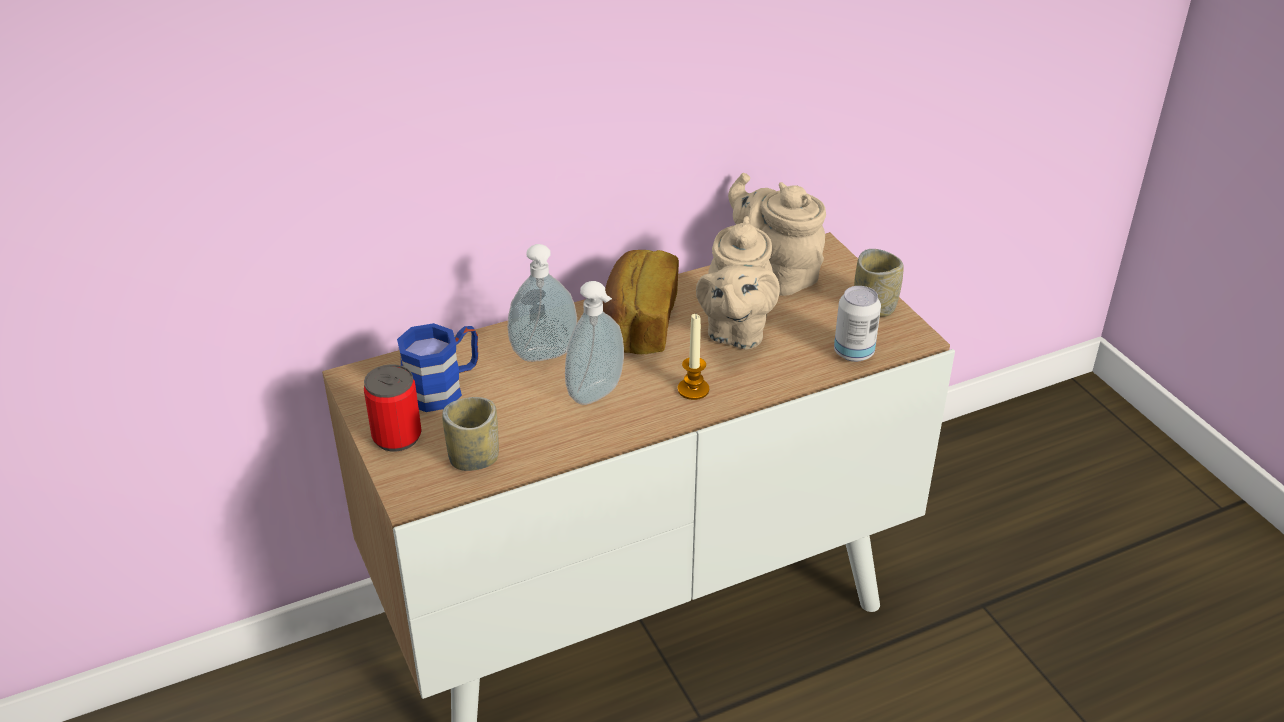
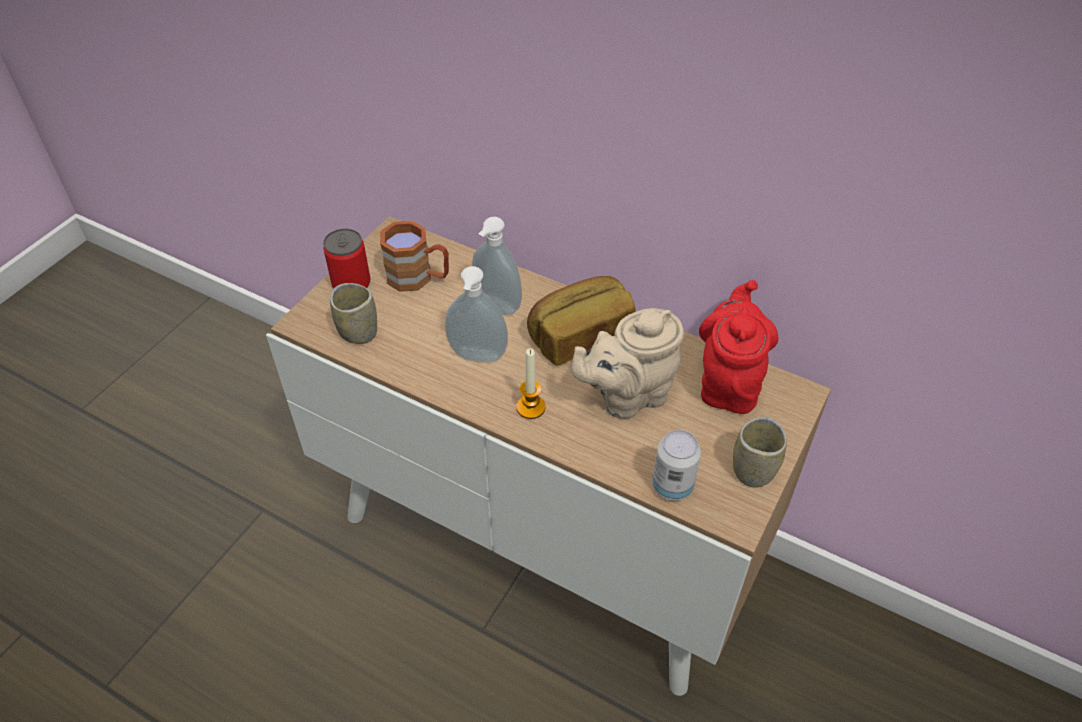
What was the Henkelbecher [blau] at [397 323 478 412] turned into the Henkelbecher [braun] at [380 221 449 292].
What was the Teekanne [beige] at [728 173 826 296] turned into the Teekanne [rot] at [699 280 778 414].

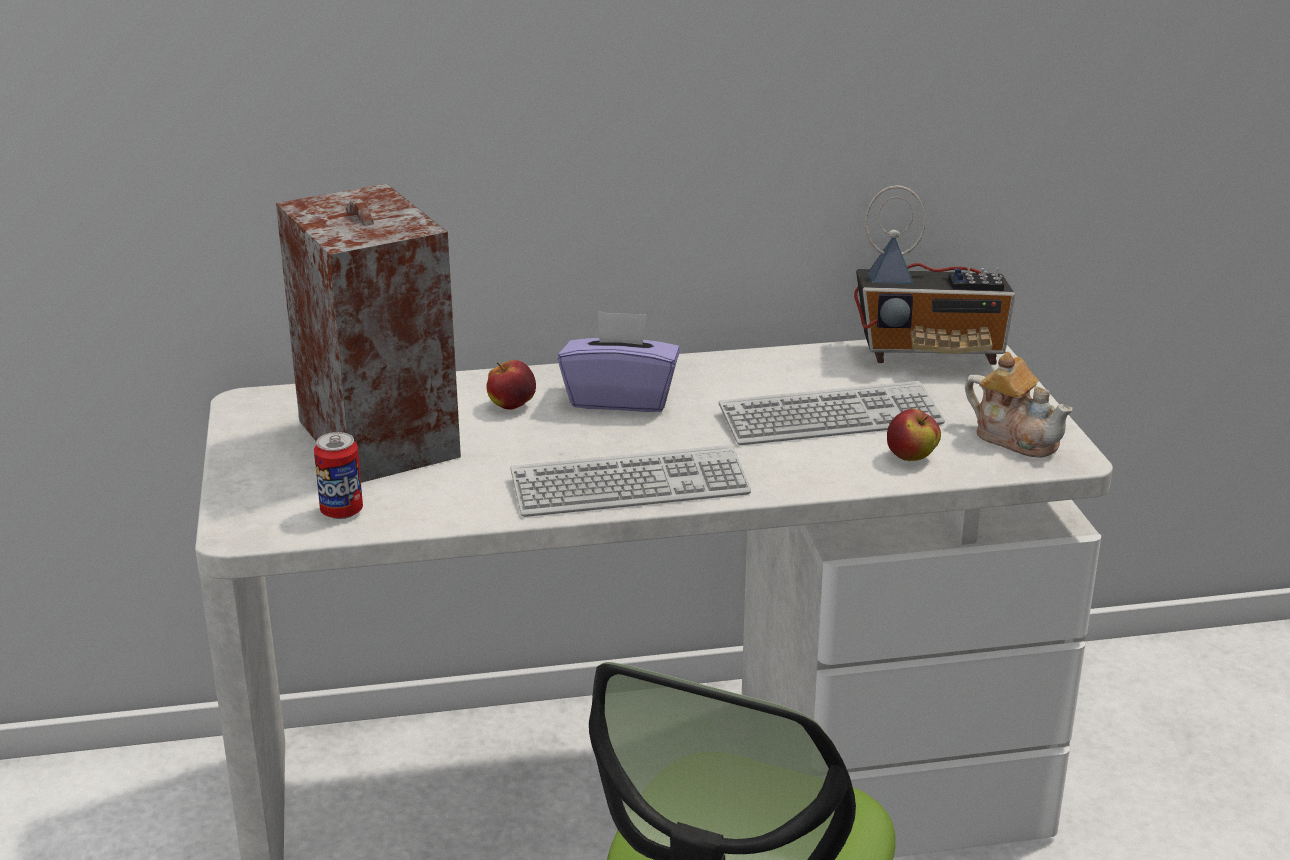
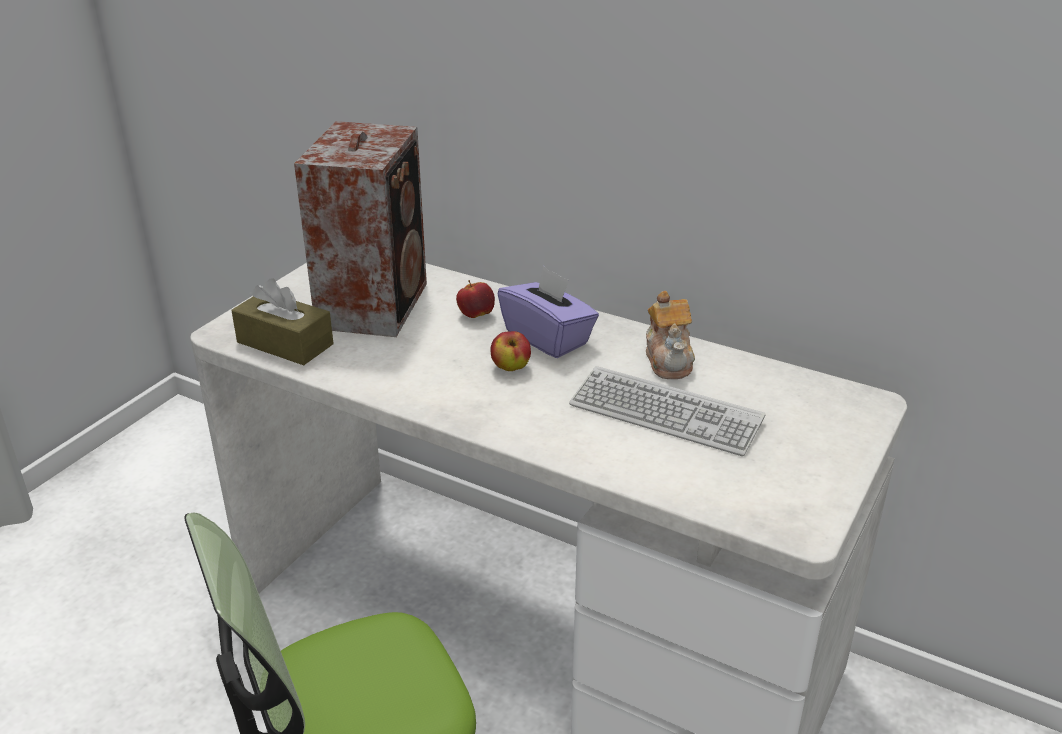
The second view lost the Tastatur at [511 445 751 517].
The second view lost the Radio at [854 185 1015 365].
The Apfel ended up elsewhere, having gone from [887 409 941 461] to [491 331 531 371].
The Teekanne ended up elsewhere, having gone from [965 352 1073 458] to [646 291 695 379].
Where the Dose stood at [314 432 363 519], the Taschentuchbox [braun] came to stand at [231 278 334 365].

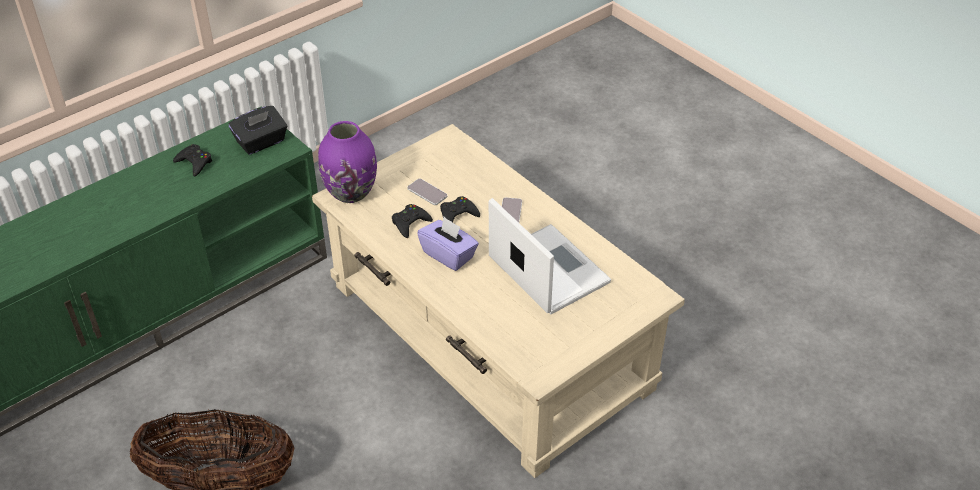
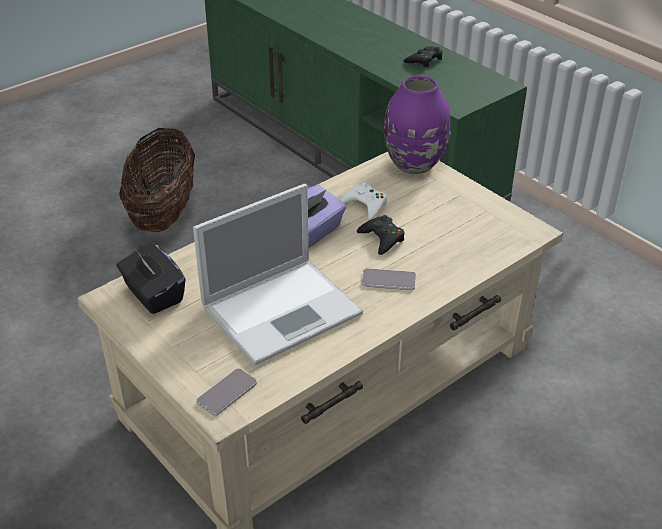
The Taschentuchbox [schwarz] ended up elsewhere, having gone from [229 106 287 155] to [117 242 185 314].
The Handy ended up elsewhere, having gone from [407 179 447 205] to [196 368 257 416].
What was the Gamepad [schwarz] at [392 204 433 238] turned into the Gamepad [weiß] at [340 183 387 220].

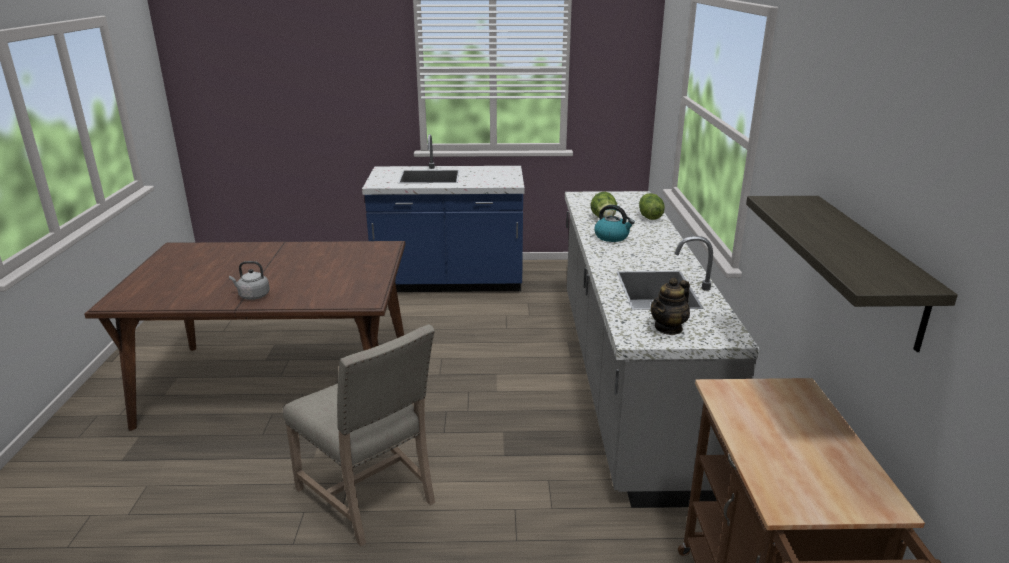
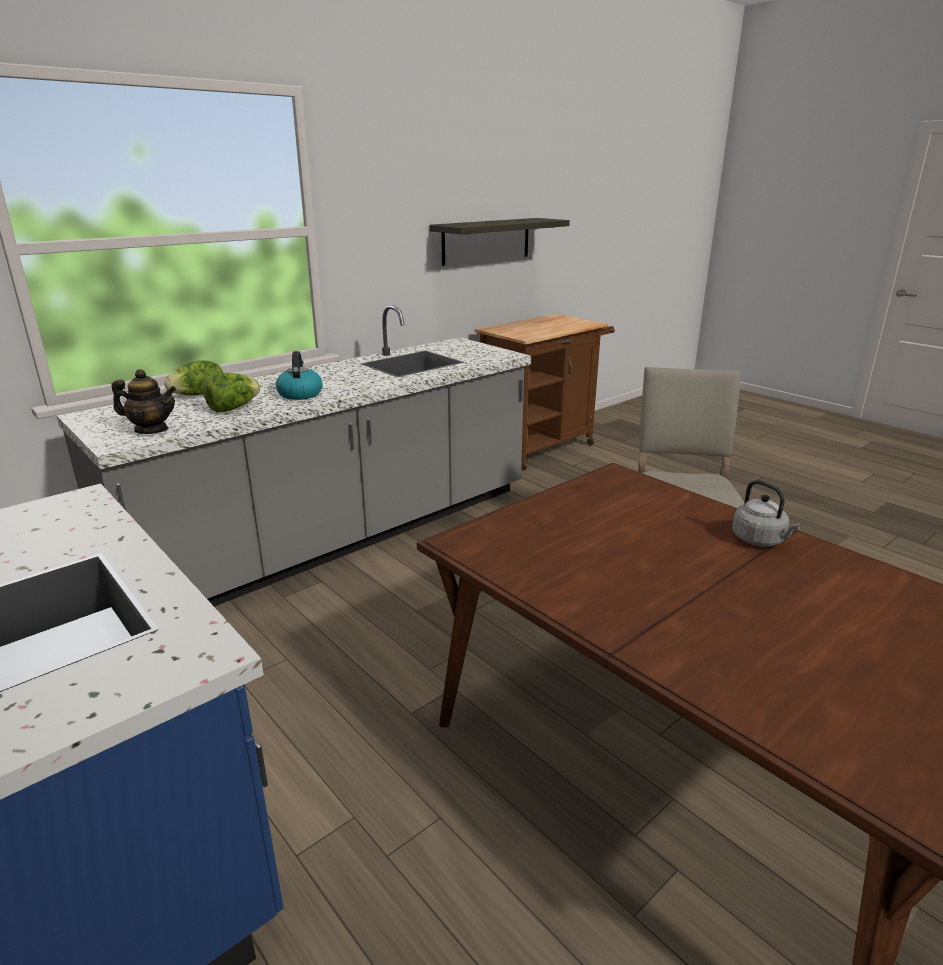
The Teekanne ended up elsewhere, having gone from [651 278 690 335] to [112 369 176 434].

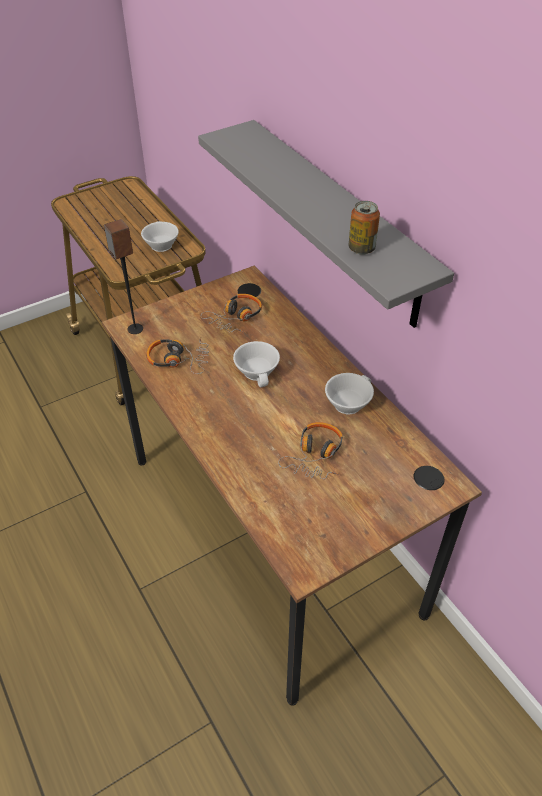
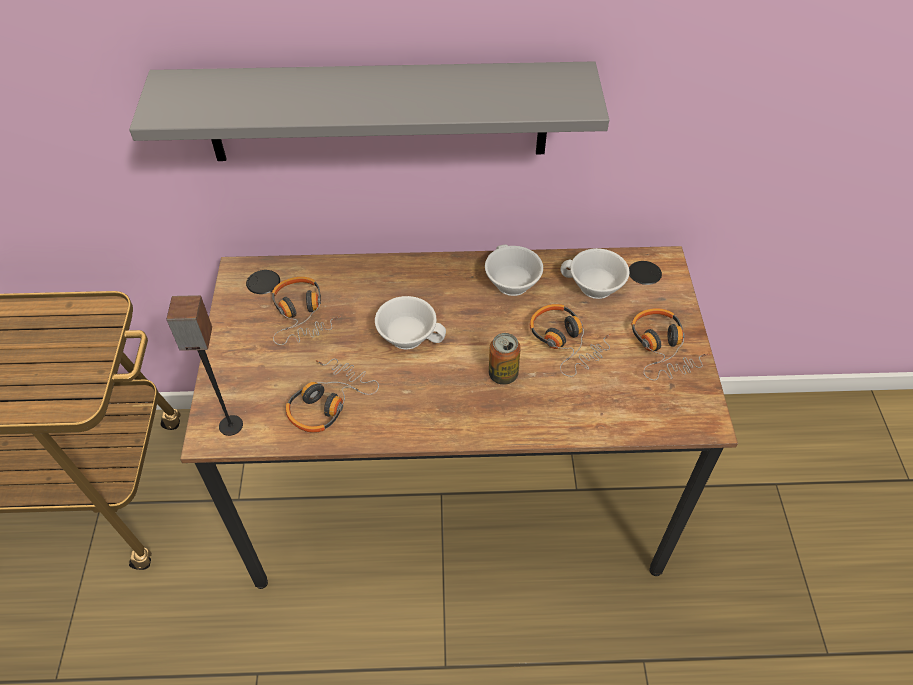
The second view gained the Kopfhörer at [631 308 709 380].
The Tasse [weiß] ended up elsewhere, having gone from [141 221 179 252] to [560 248 630 299].
The Dose ended up elsewhere, having gone from [349 201 380 255] to [489 333 521 385].

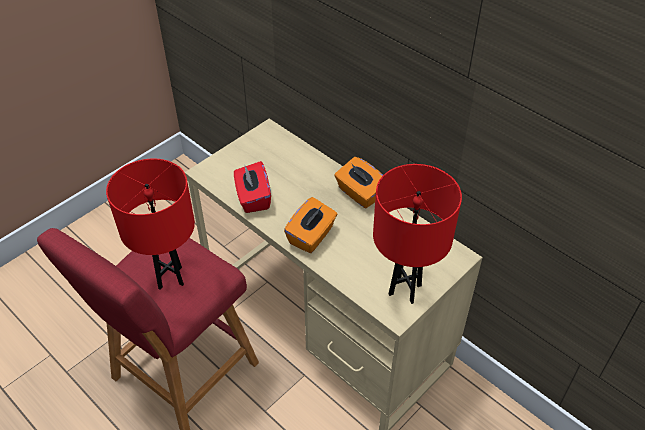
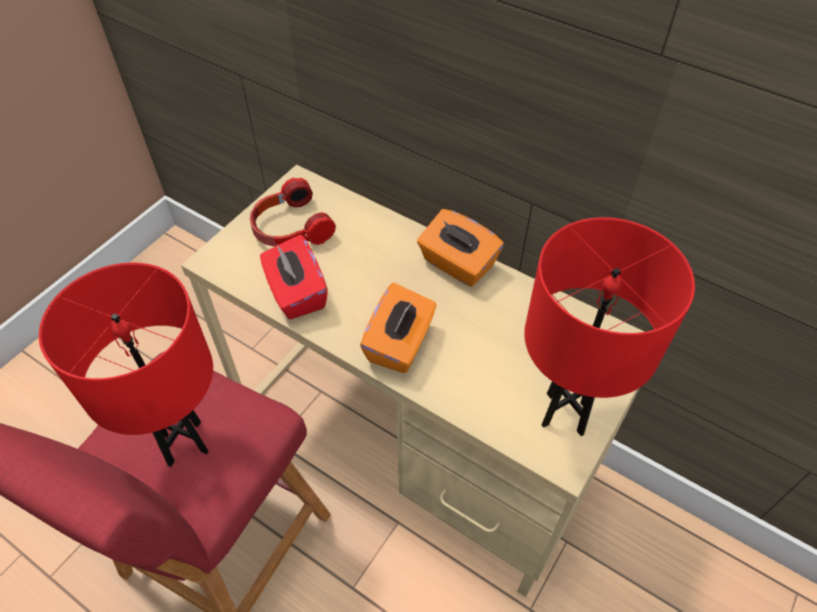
The second view gained the Kopfhörer at [249 177 336 247].

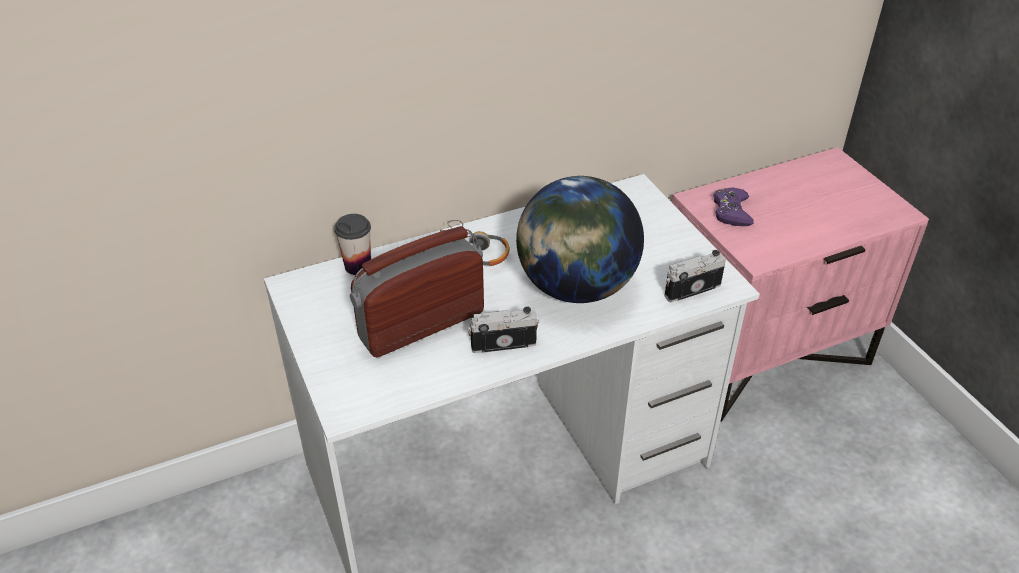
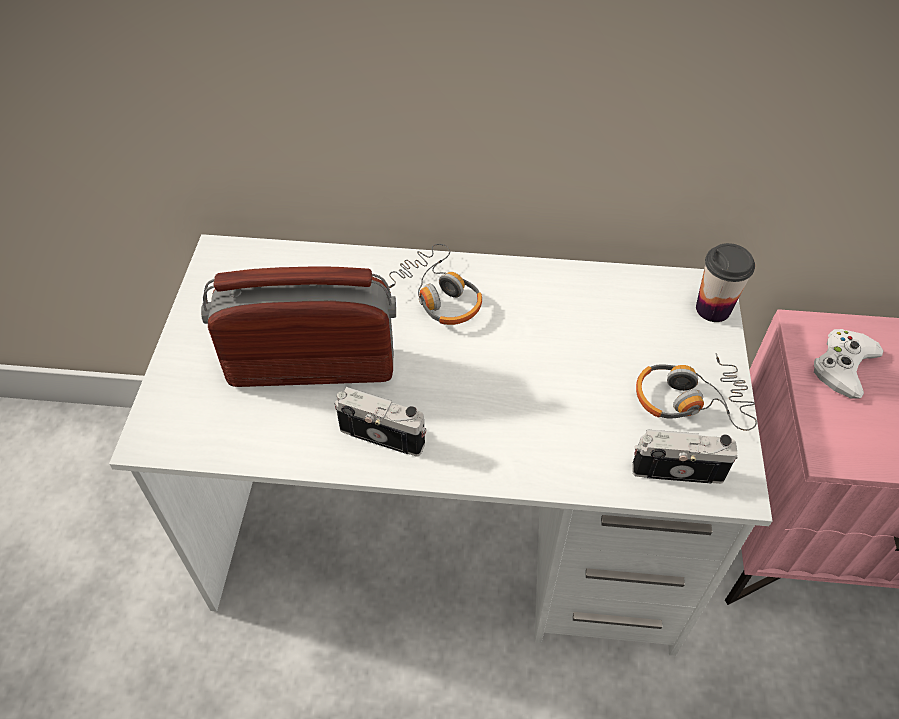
The second view lost the Globus at [516 176 644 303].
The second view gained the Kopfhörer at [636 353 757 431].
The Tasse ended up elsewhere, having gone from [334 214 371 275] to [696 243 755 322].
What was the Gamepad [lila] at [713 187 754 226] turned into the Gamepad [weiß] at [814 329 883 399].

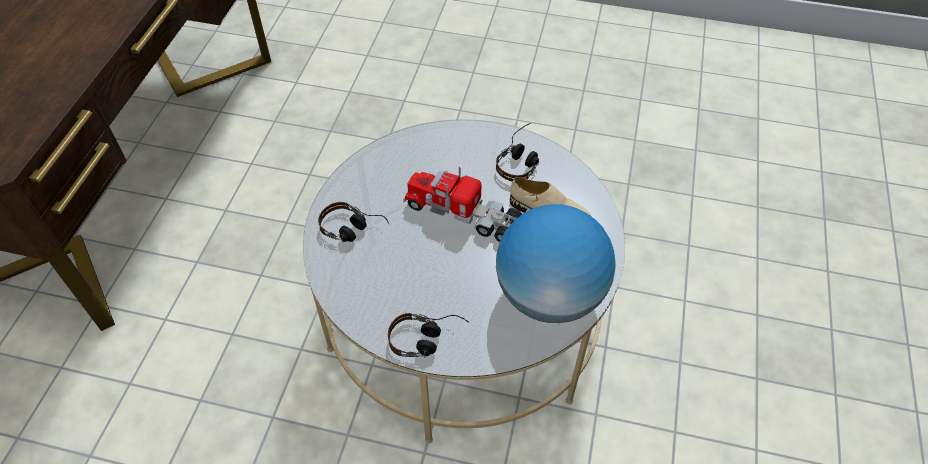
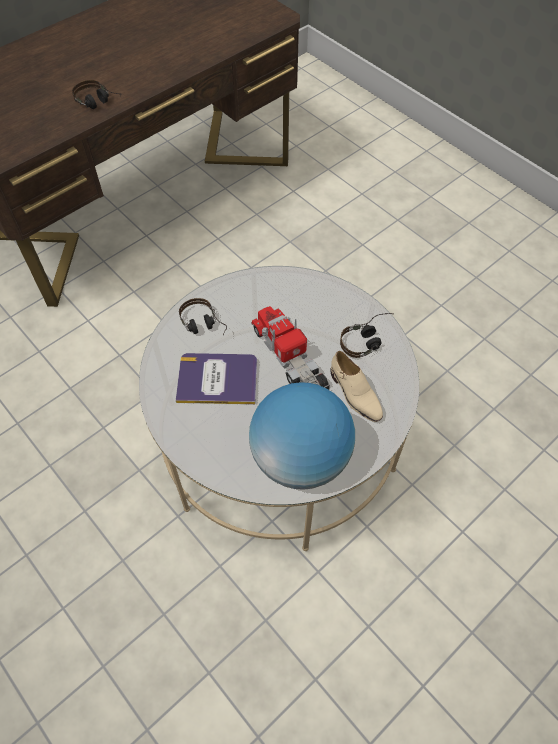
The second view gained the Buch at [176 353 257 404].
The Kopfhörer ended up elsewhere, having gone from [388 313 469 358] to [72 80 122 109].

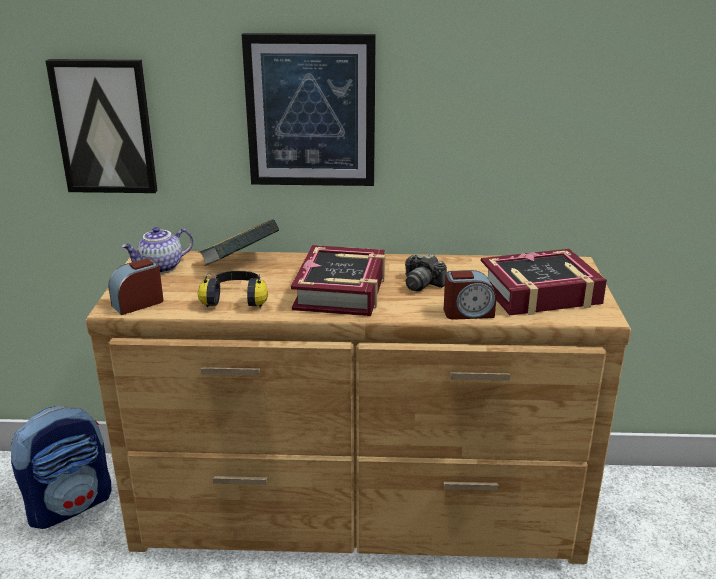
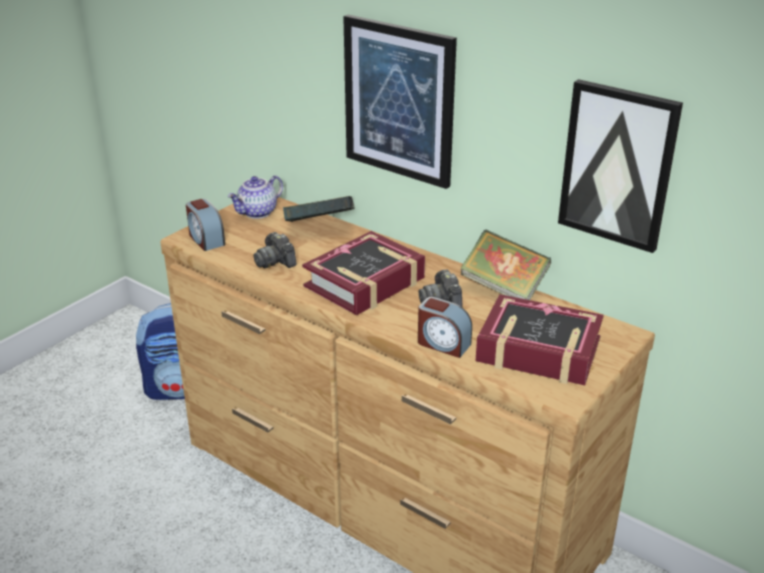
The second view gained the Buch at [460 230 551 300].
The Bild ended up elsewhere, having gone from [46 59 158 193] to [558 79 683 253].
Where the Kopfhörer stood at [198 271 268 308], the Kamera came to stand at [253 232 297 268].
The Wecker at [109 258 163 315] ended up facing another way, 120 degrees counterclockwise from before.
The Teekanne at [121 227 193 273] ended up facing another way, 45 degrees counterclockwise from before.

